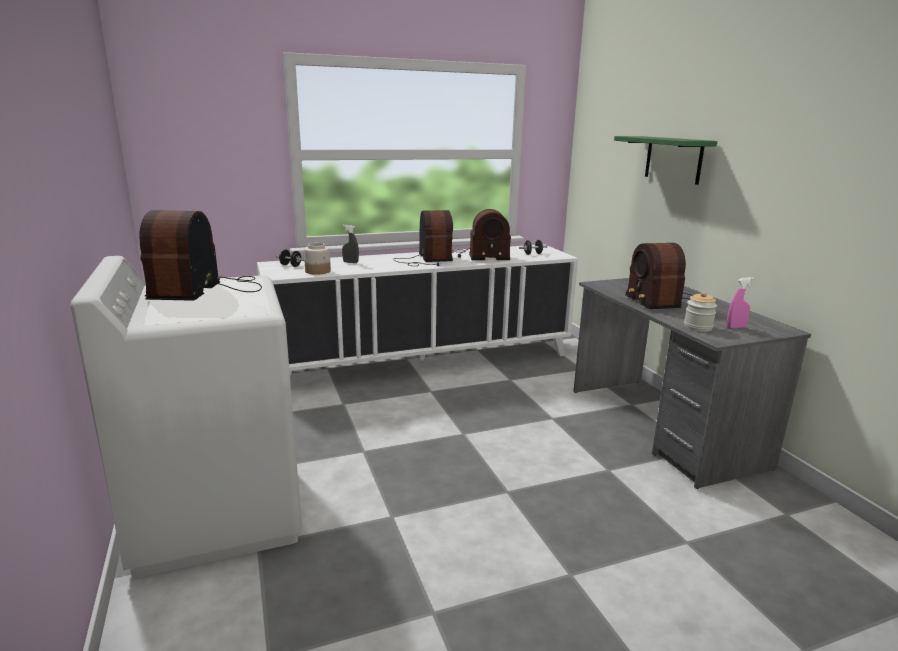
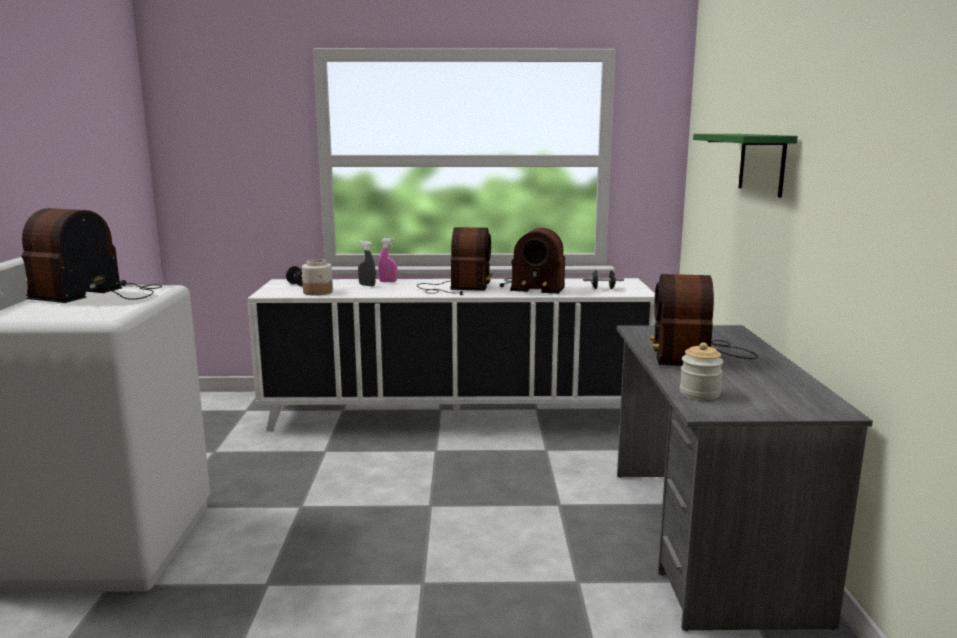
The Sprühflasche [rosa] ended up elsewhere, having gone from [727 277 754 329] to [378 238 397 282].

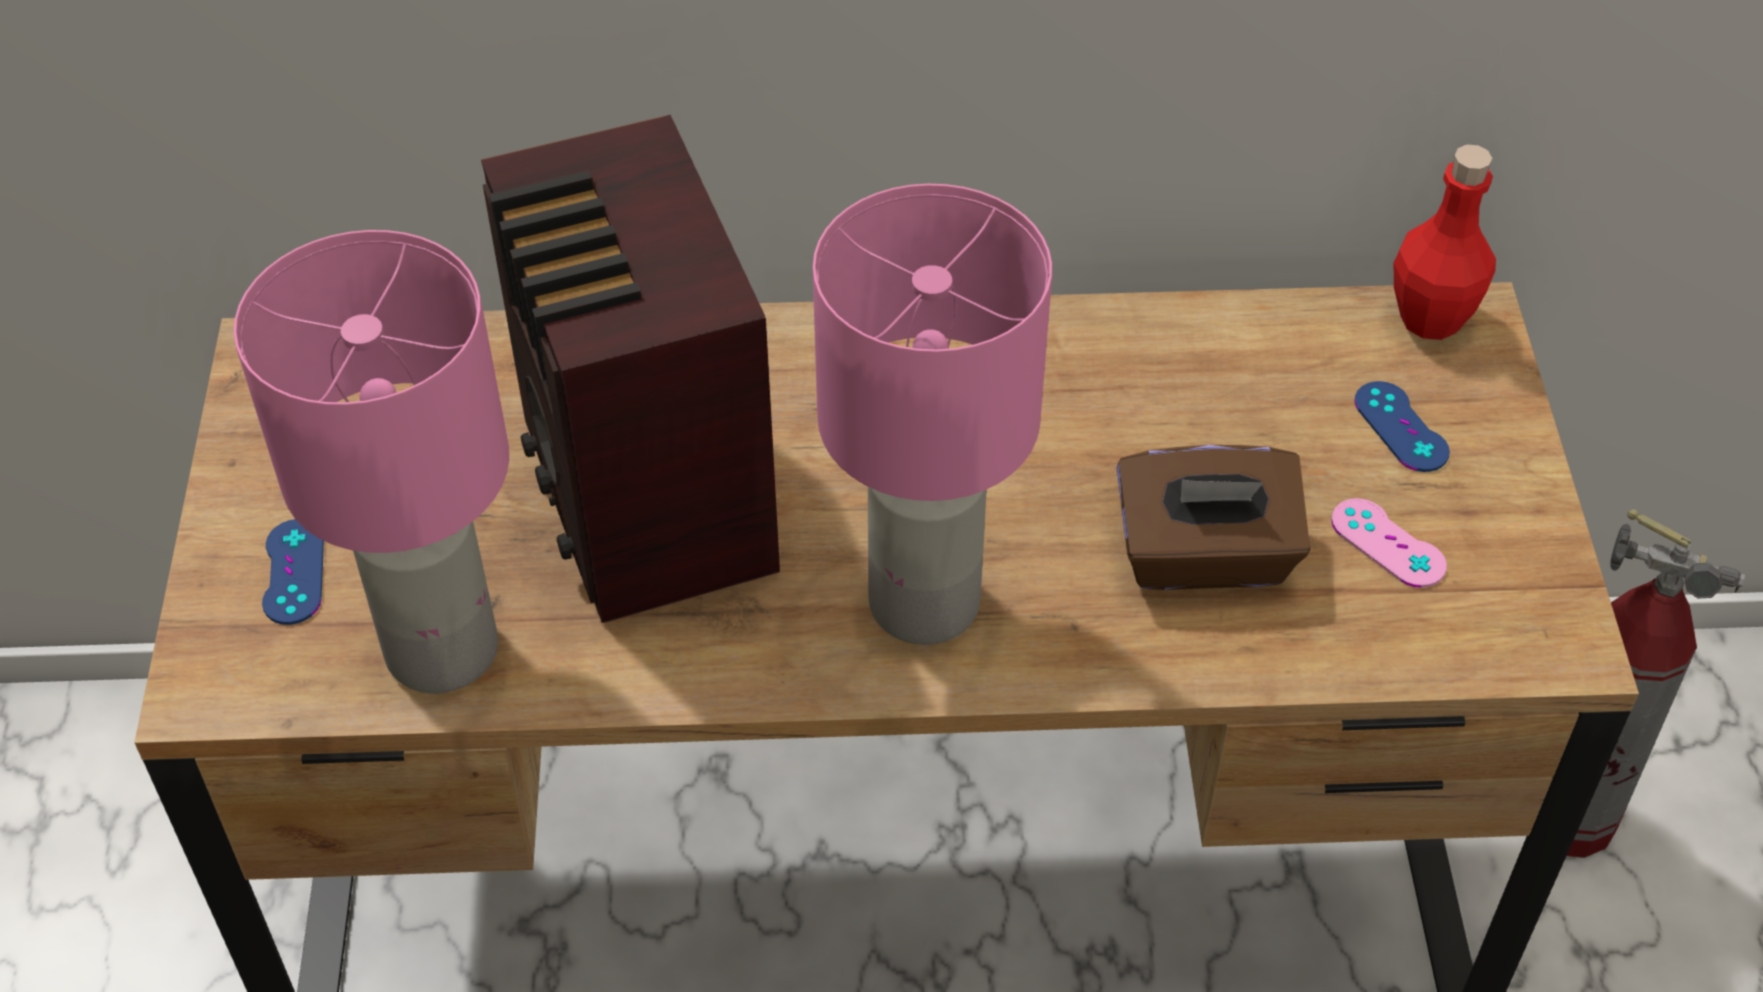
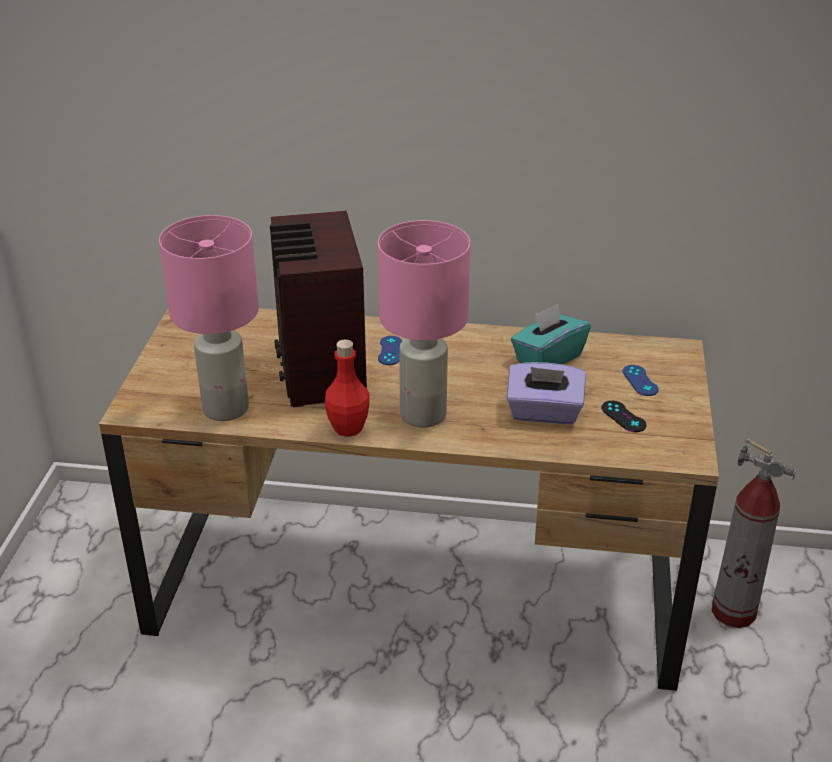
The second view gained the Taschentuchbox [türkis] at [511 304 591 364].
The Gamepad [blau] ended up elsewhere, having gone from [262 519 324 625] to [378 336 402 365].
The Flasche [rot] ended up elsewhere, having gone from [1394 145 1496 340] to [325 339 370 437].
What was the Taschentuchbox [braun] at [1117 445 1310 590] turned into the Taschentuchbox [lila] at [507 362 586 424].
What was the Gamepad [rosa] at [1331 498 1447 588] turned into the Gamepad [schwarz] at [601 401 647 432].

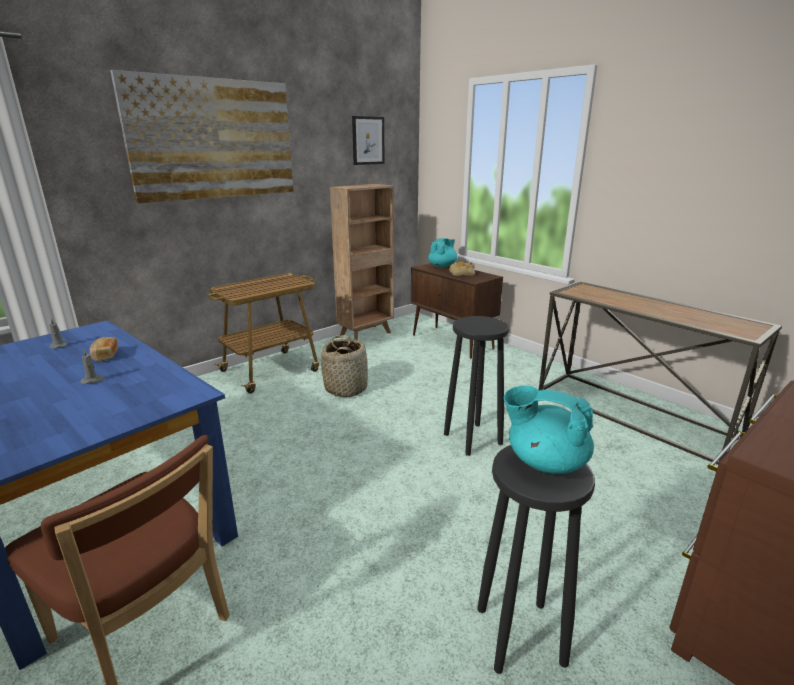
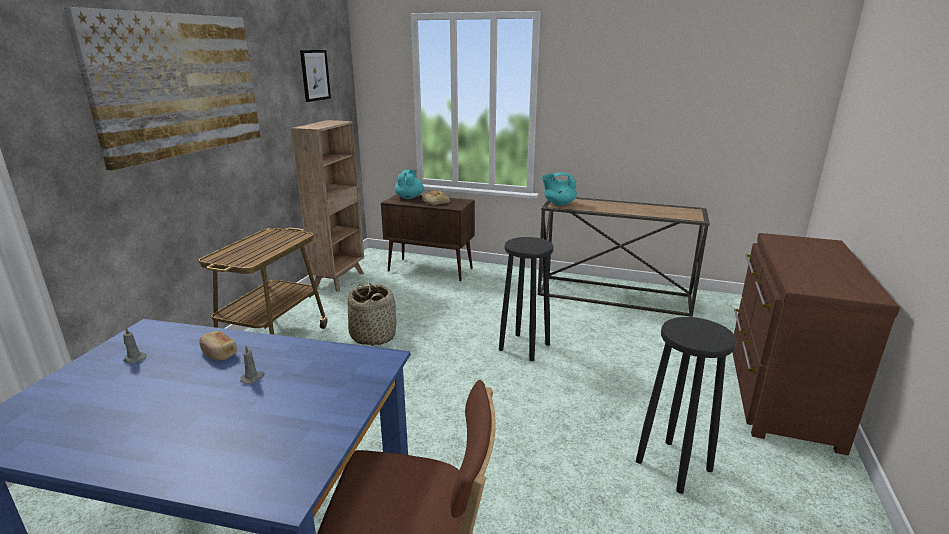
The Teekanne [türkis] ended up elsewhere, having gone from [504 386 594 474] to [542 172 577 206].

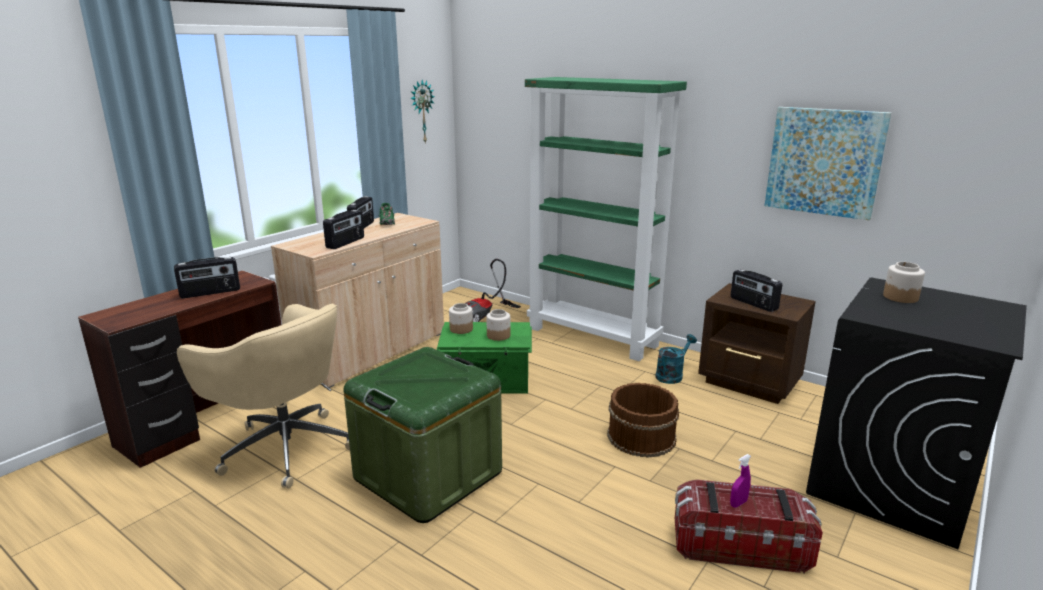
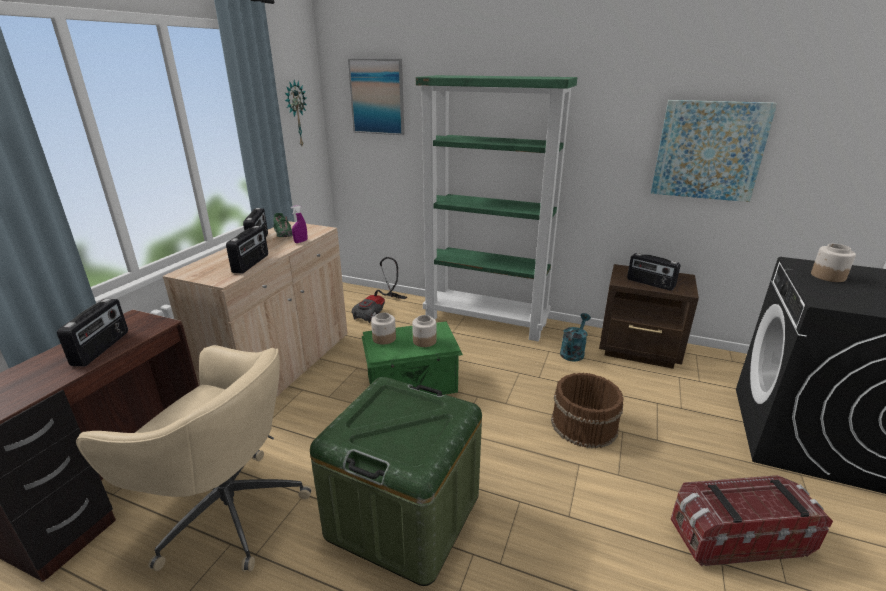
The second view gained the Bild at [348 59 404 135].
The Sprühflasche [lila] ended up elsewhere, having gone from [730 454 751 508] to [291 205 307 243].
The Radio at [174 257 240 299] ended up facing another way, 45 degrees counterclockwise from before.

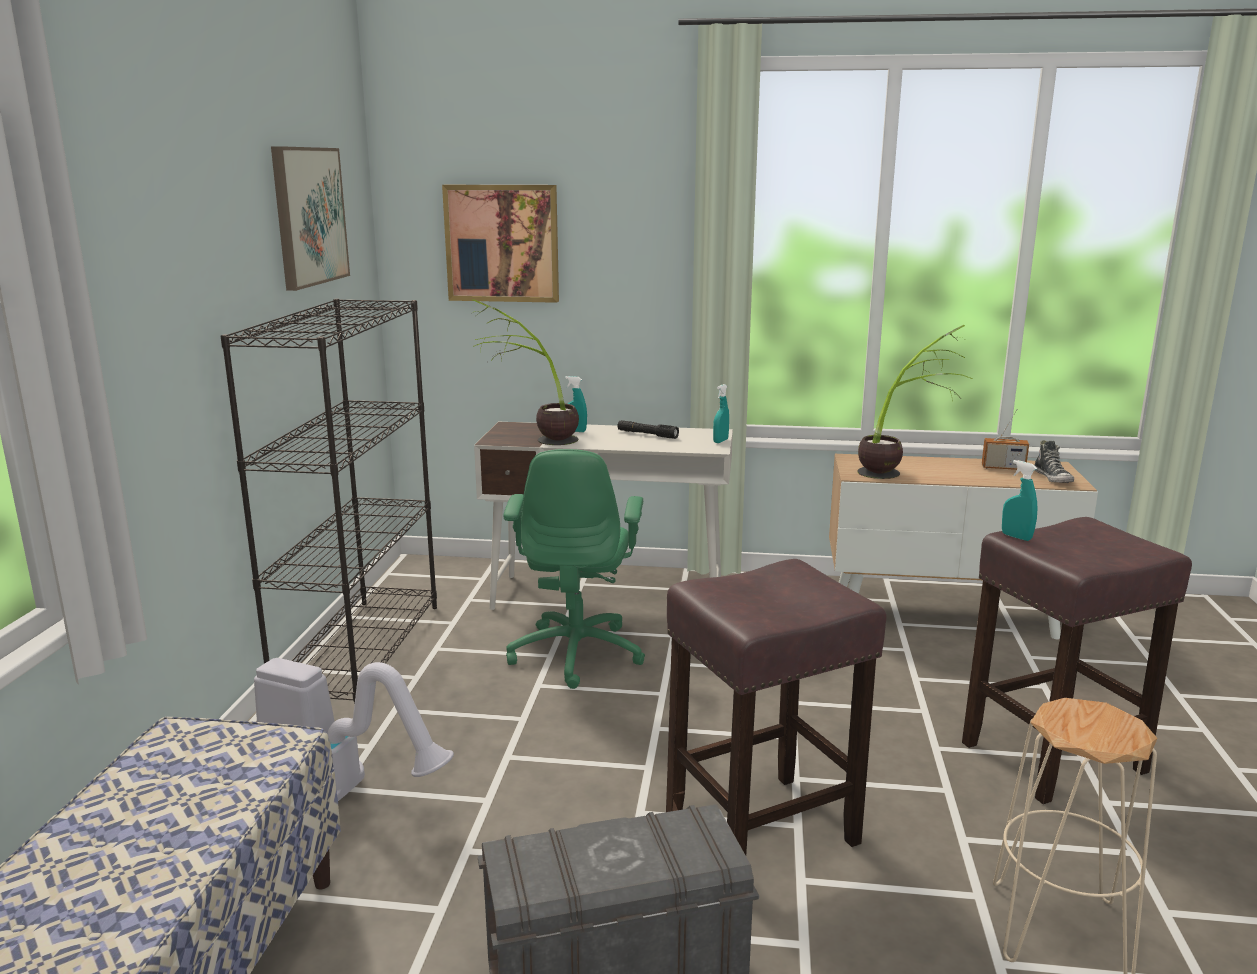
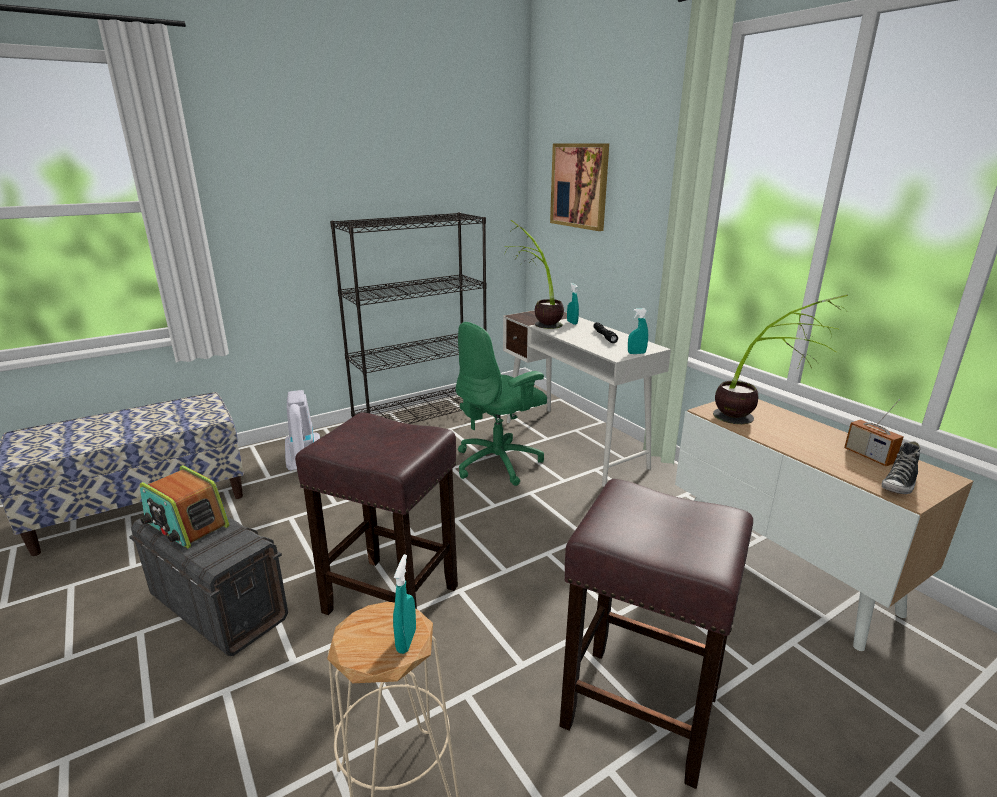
The second view lost the Bild at [271 146 350 291].
The second view gained the Radio at [140 465 230 548].
The Sprühflasche [türkis] ended up elsewhere, having gone from [1002 460 1037 541] to [393 554 416 654].

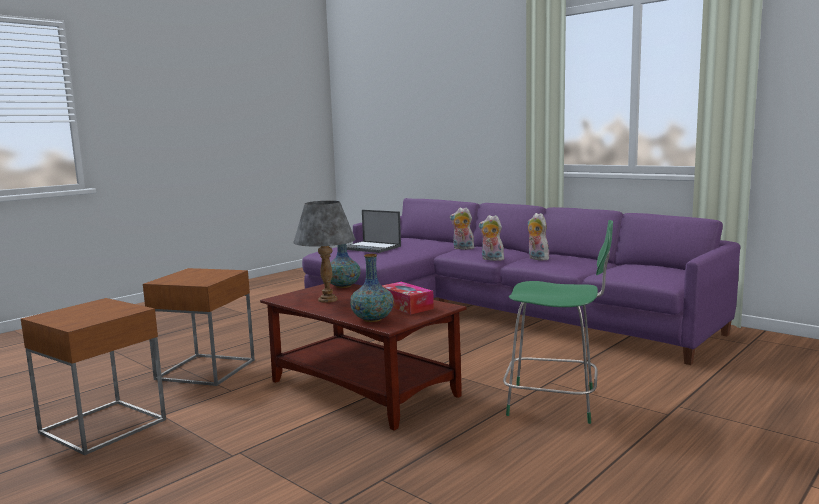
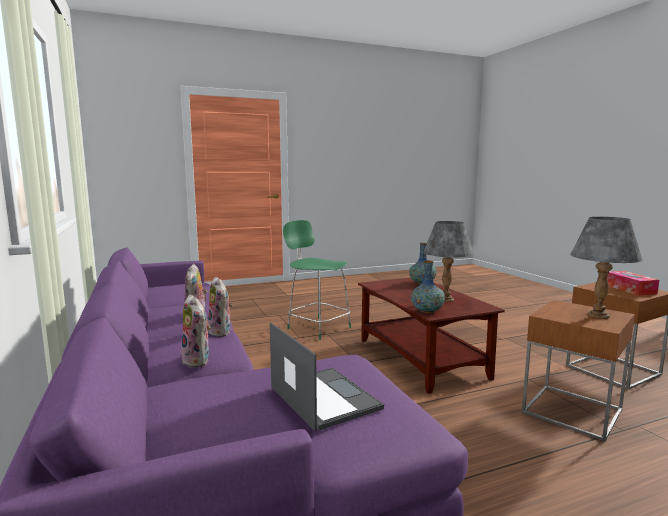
The second view gained the Tischlampe [grau] at [570 217 642 319].
The Taschentuchbox ended up elsewhere, having gone from [382 282 434 315] to [607 271 659 296].

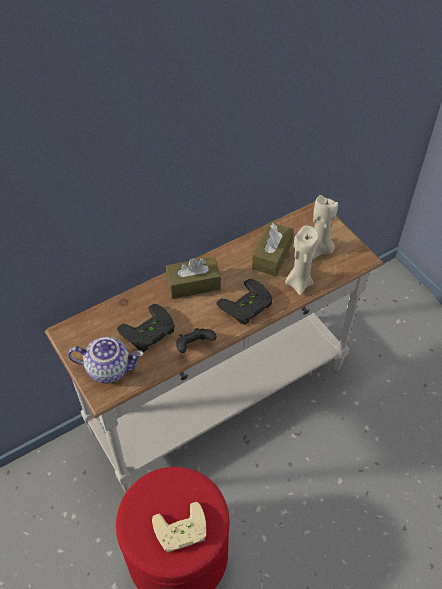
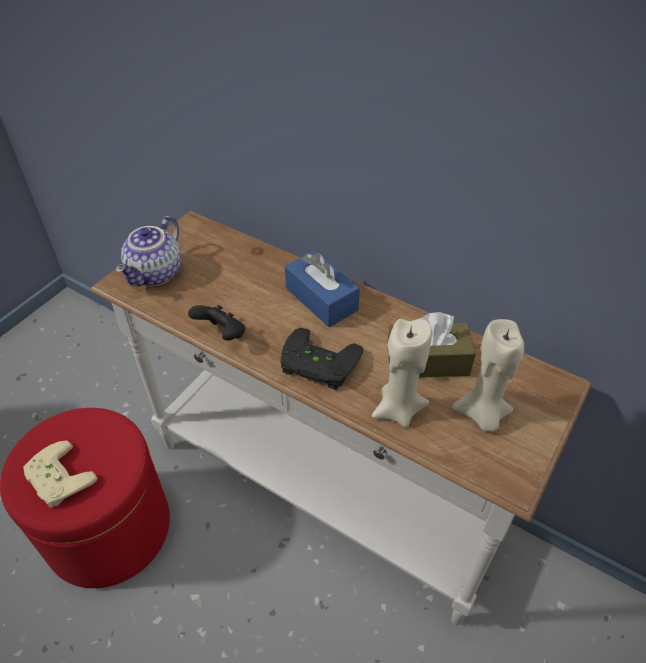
The second view lost the Gamepad [schwarz] at [117 304 174 352].
What was the Taschentuchbox [braun] at [166 257 221 299] turned into the Taschentuchbox [blau] at [285 250 360 327].
The Teekanne at [68 337 144 383] ended up facing another way, 45 degrees clockwise from before.

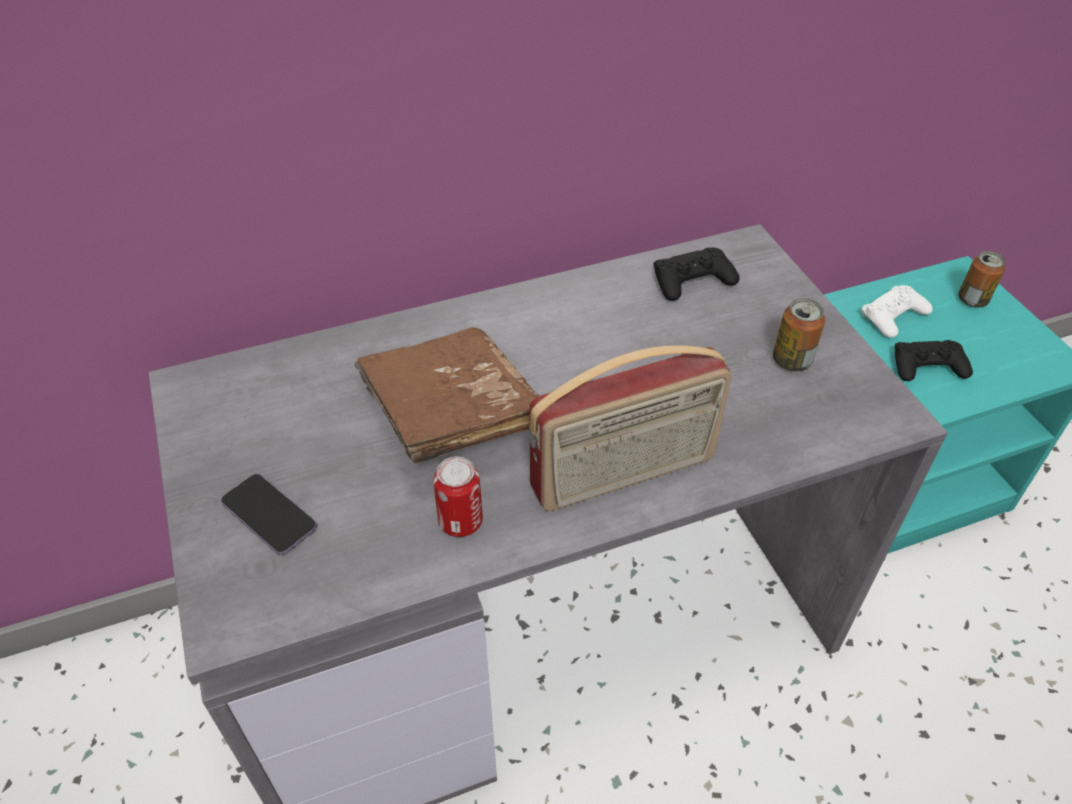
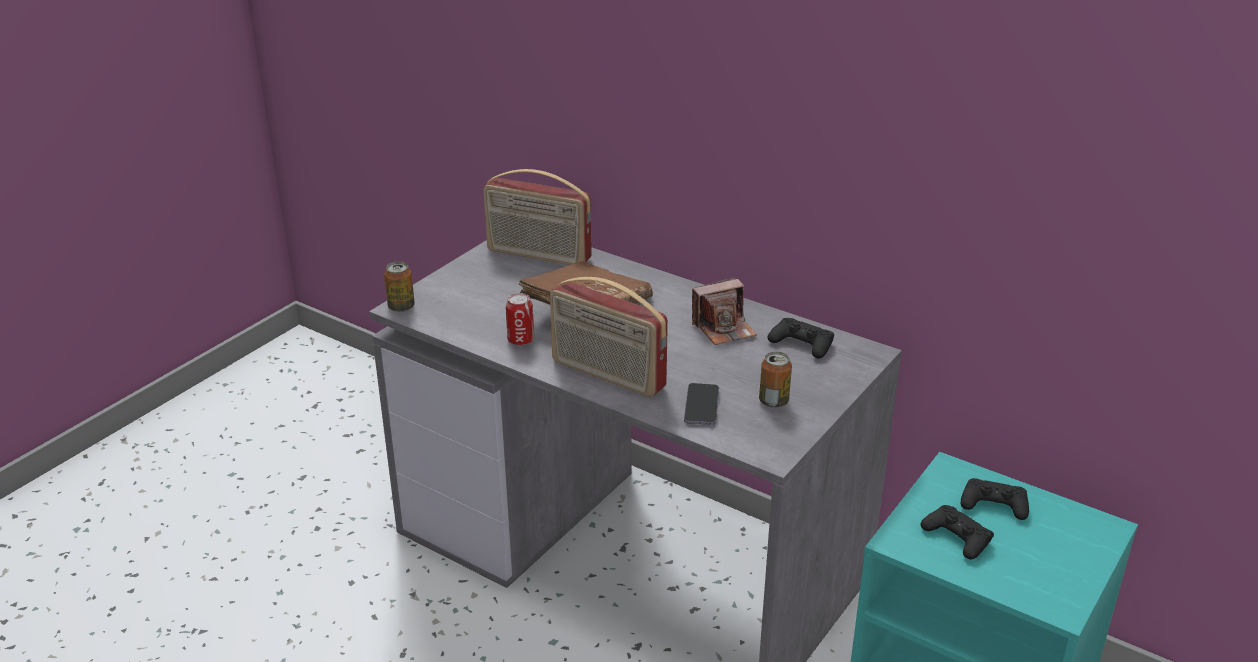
The second view gained the Radio at [483 169 592 265].
The second view gained the Kamera at [692 277 757 345].
The Handy ended up elsewhere, having gone from [221 474 317 555] to [684 383 719 425].
The Dose ended up elsewhere, having gone from [958 251 1005 307] to [384 261 415 312].
What was the Gamepad [weiß] at [861 285 933 338] turned into the Gamepad [schwarz] at [961 478 1029 520].

